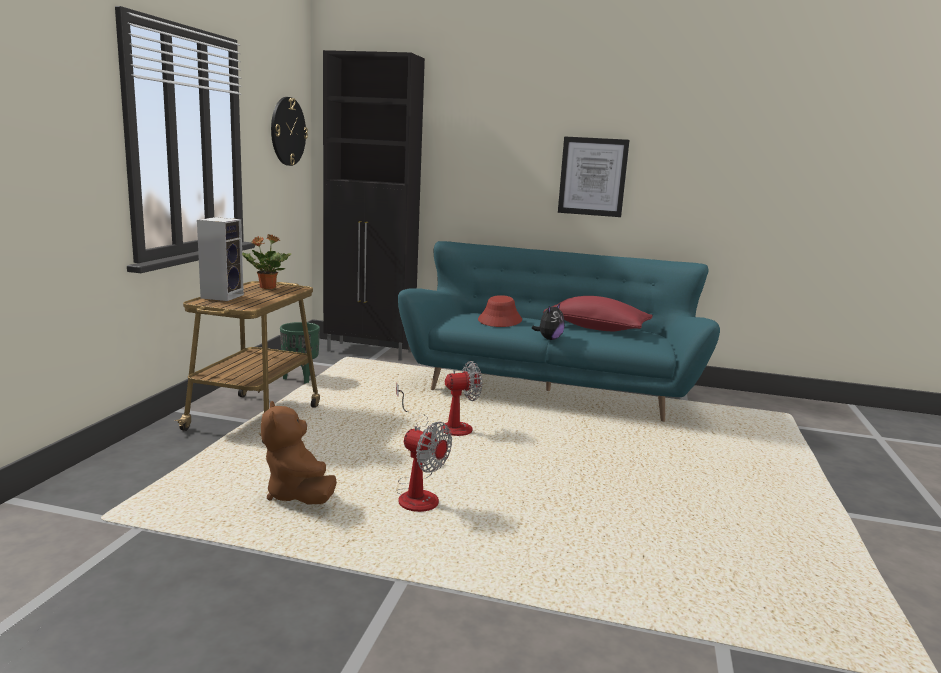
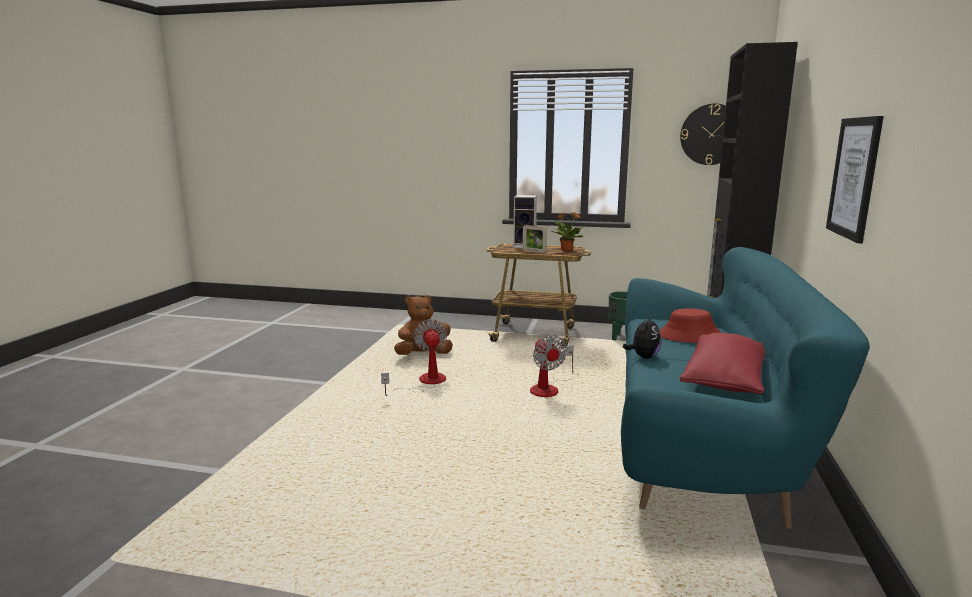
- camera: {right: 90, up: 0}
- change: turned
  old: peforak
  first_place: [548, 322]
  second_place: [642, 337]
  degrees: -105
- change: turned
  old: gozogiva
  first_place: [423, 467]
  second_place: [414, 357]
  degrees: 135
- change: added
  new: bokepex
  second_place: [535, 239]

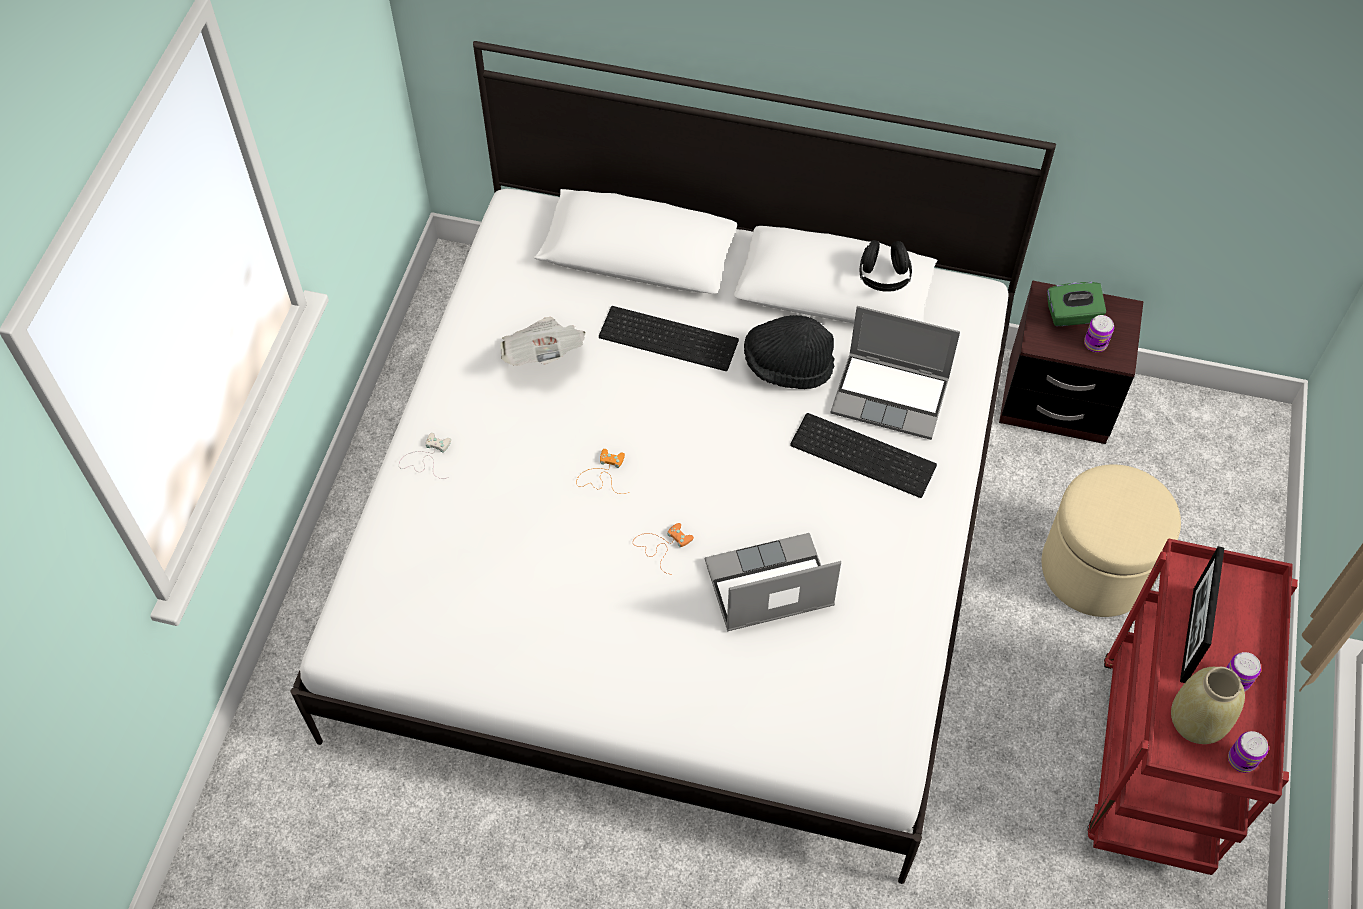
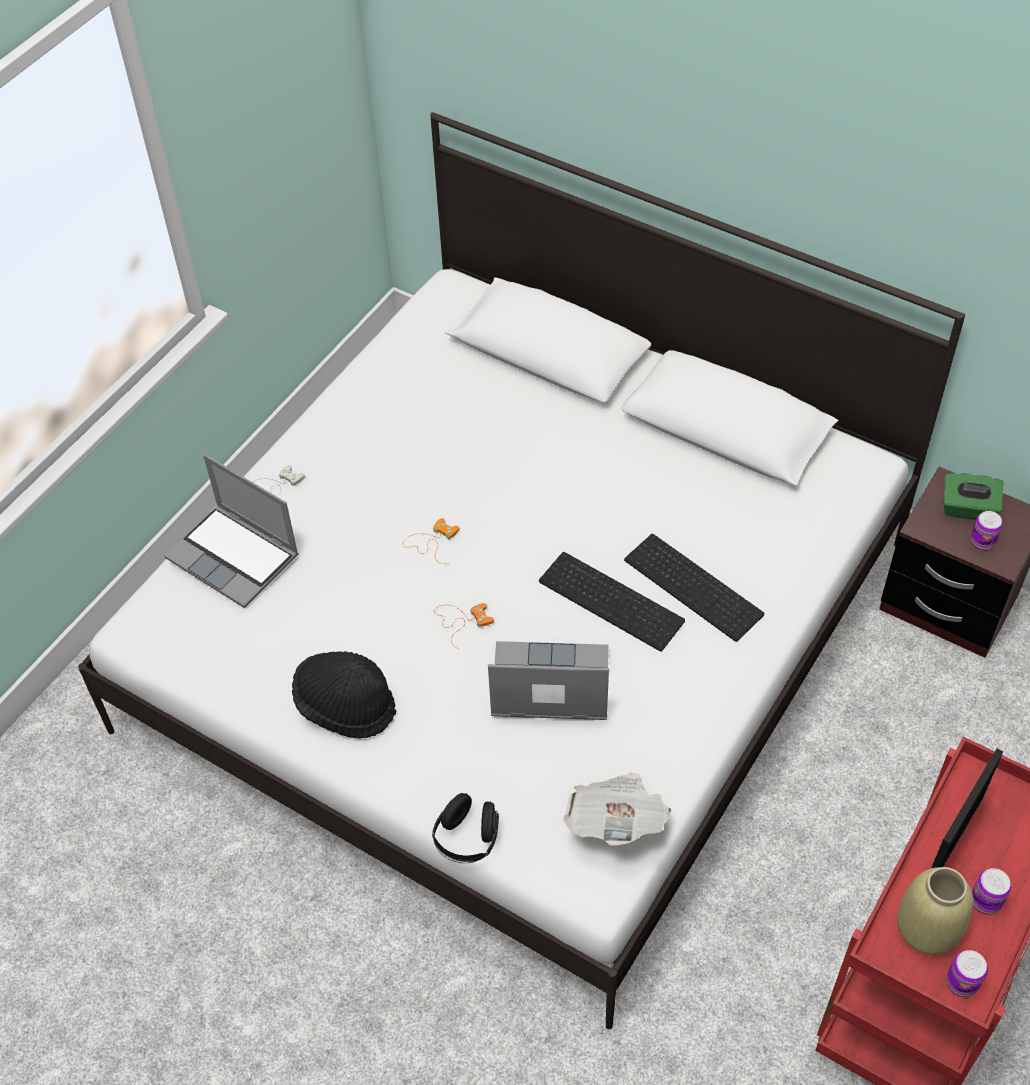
- camera: {right: 20, up: -5}
- change: moved
  old: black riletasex
  first_place: [886, 266]
  second_place: [465, 828]
- change: moved
  old: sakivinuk
  first_place: [669, 338]
  second_place: [612, 601]
- change: moved
  old: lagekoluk
  first_place: [895, 373]
  second_place: [231, 531]
- change: moved
  old: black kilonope
  first_place: [789, 352]
  second_place: [344, 694]
- change: moved
  old: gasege
  first_place: [543, 341]
  second_place: [617, 809]
- change: removed
  old: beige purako
  first_place: [1111, 540]

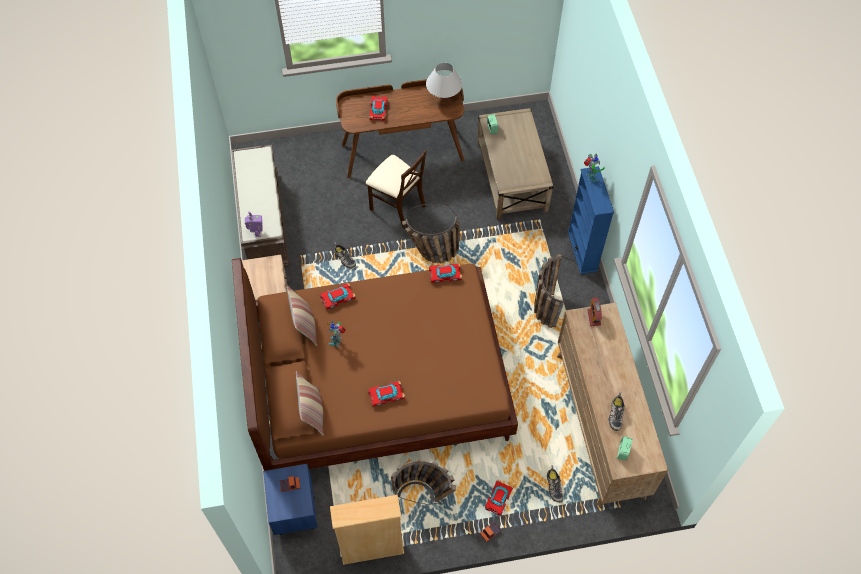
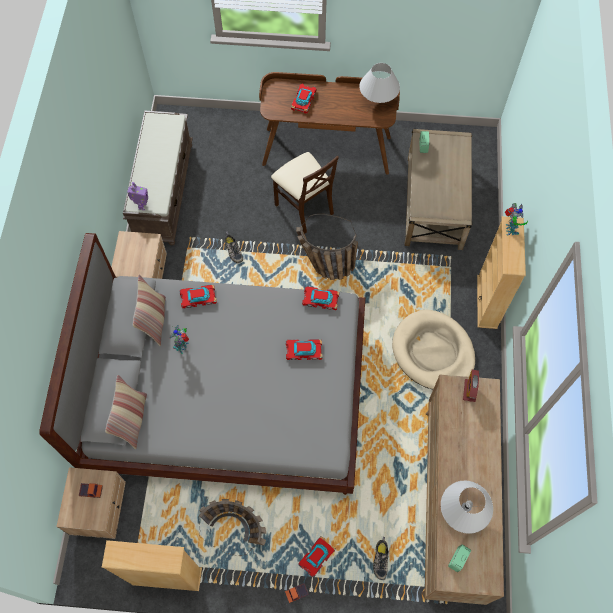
- camera: {right: 15, up: 5}
- change: recoloured
  old: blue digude
  new: beige digude
  first_place: [590, 220]
  second_place: [501, 272]
- change: replaced
  old: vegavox
  new: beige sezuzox
  first_place: [557, 291]
  second_place: [433, 349]
- change: recoloured
  old: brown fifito
  new: grey fifito
  first_place: [375, 364]
  second_place: [202, 364]
- change: moved
  old: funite
  first_place: [386, 394]
  second_place: [304, 349]
- change: replaced
  old: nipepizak
  new: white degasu
  first_place: [617, 411]
  second_place: [467, 507]
- change: recoloured
  old: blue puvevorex
  new: beige puvevorex
  first_place: [290, 499]
  second_place: [91, 503]

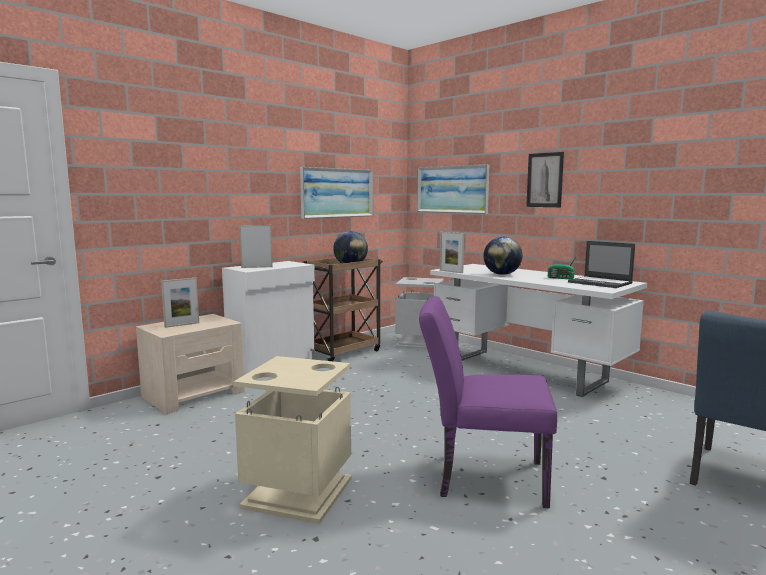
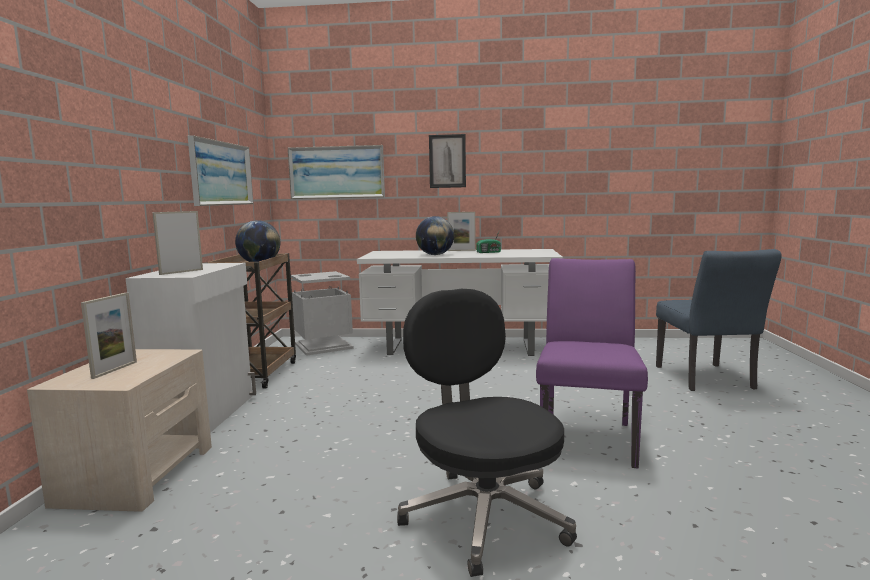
- camera: {right: -40, up: 0}
- change: moved
  old: bokepex
  first_place: [452, 252]
  second_place: [461, 231]
- change: removed
  old: lagekoluk
  first_place: [601, 264]
- change: turned
  old: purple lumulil
  first_place: [488, 402]
  second_place: [592, 363]
  degrees: 135
- change: replaced
  old: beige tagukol
  new: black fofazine
  first_place: [292, 440]
  second_place: [487, 433]

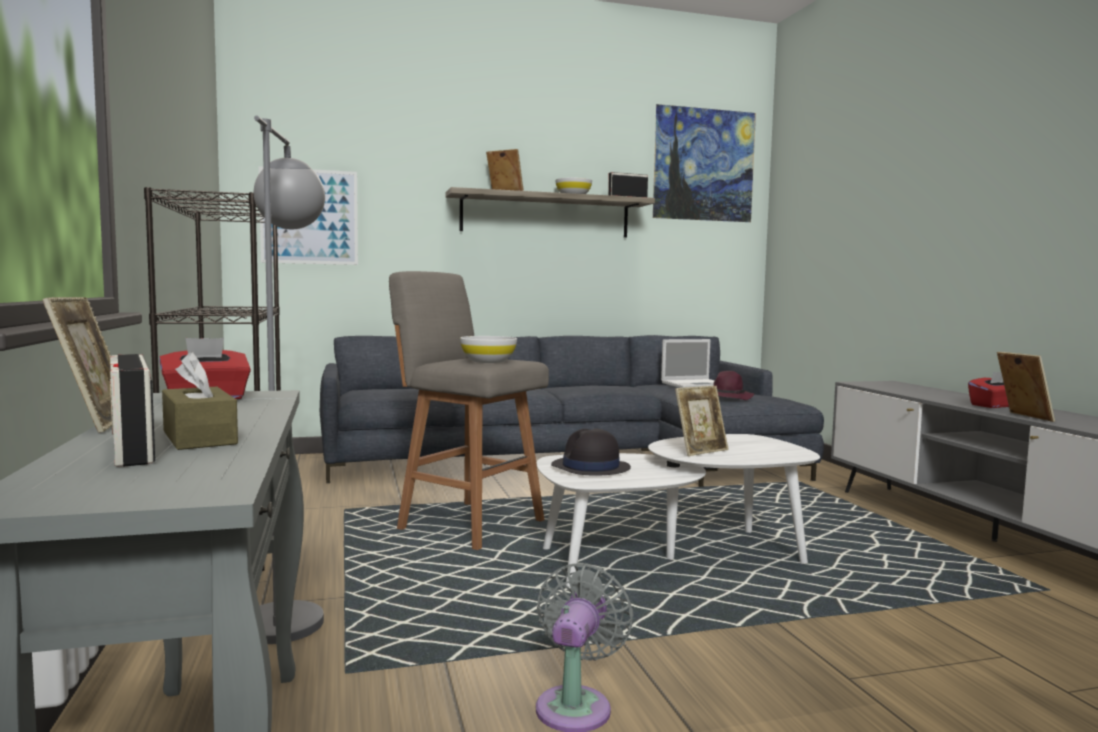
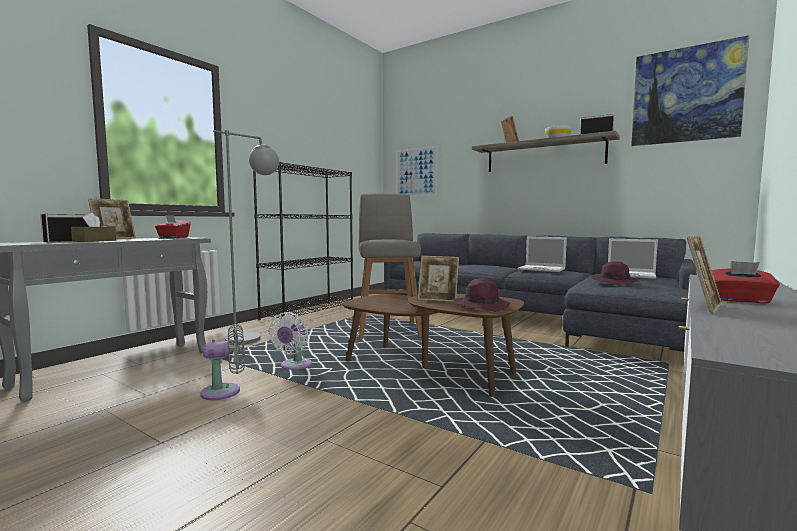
- camera: {right: 50, up: 0}
- change: removed
  old: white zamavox
  first_place: [488, 349]
- change: removed
  old: black kilonope
  first_place: [591, 451]
- change: recoloured
  old: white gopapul
  new: brown gopapul
  first_place: [678, 510]
  second_place: [433, 345]
- change: added
  new: lagekoluk
  second_place: [542, 254]
- change: added
  new: purple kilonope
  second_place: [482, 294]
- change: added
  new: white gozogiva
  second_place: [290, 341]

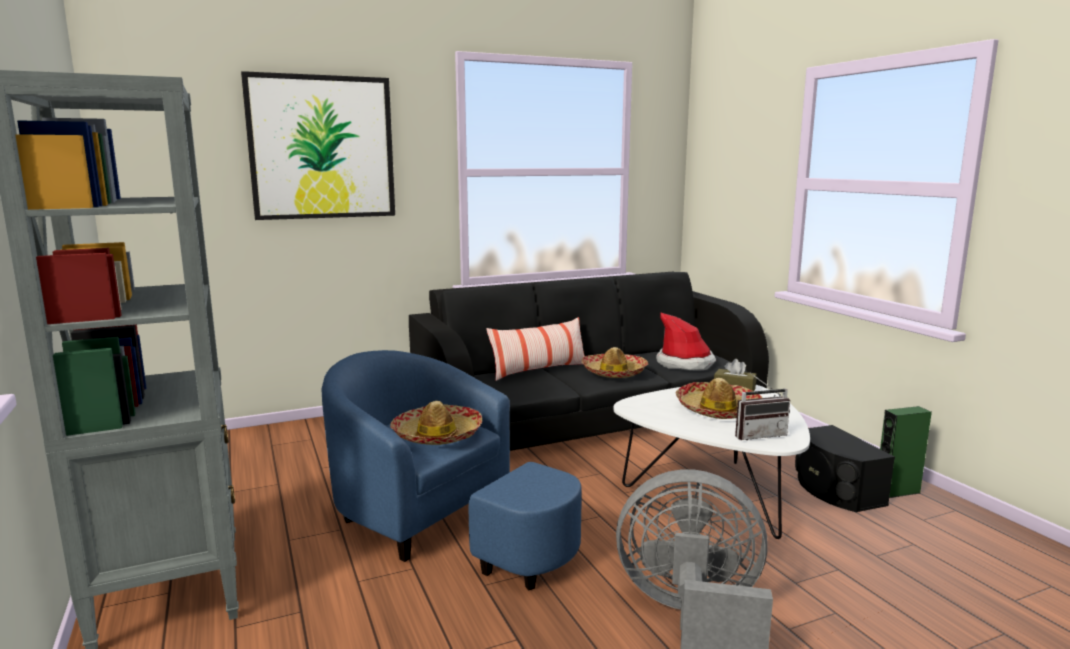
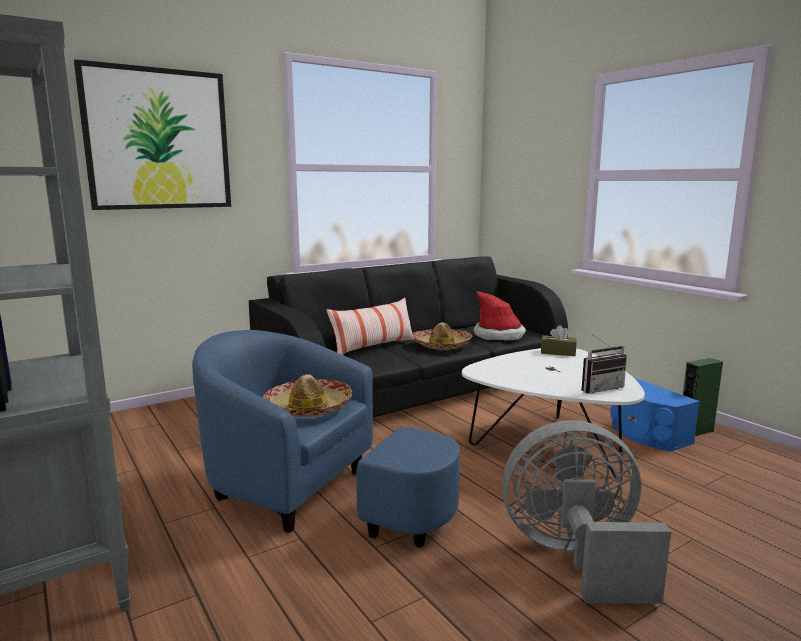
- camera: {right: -10, up: 0}
- change: removed
  old: kilonope
  first_place: [718, 398]
- change: recoloured
  old: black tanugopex
  new: blue tanugopex
  first_place: [845, 468]
  second_place: [655, 415]

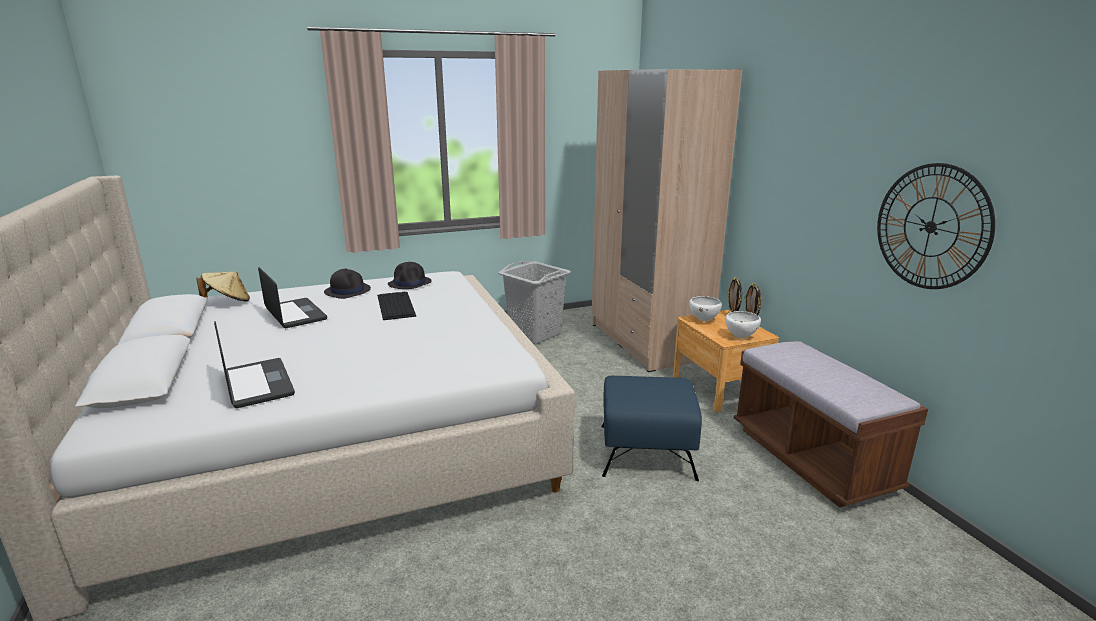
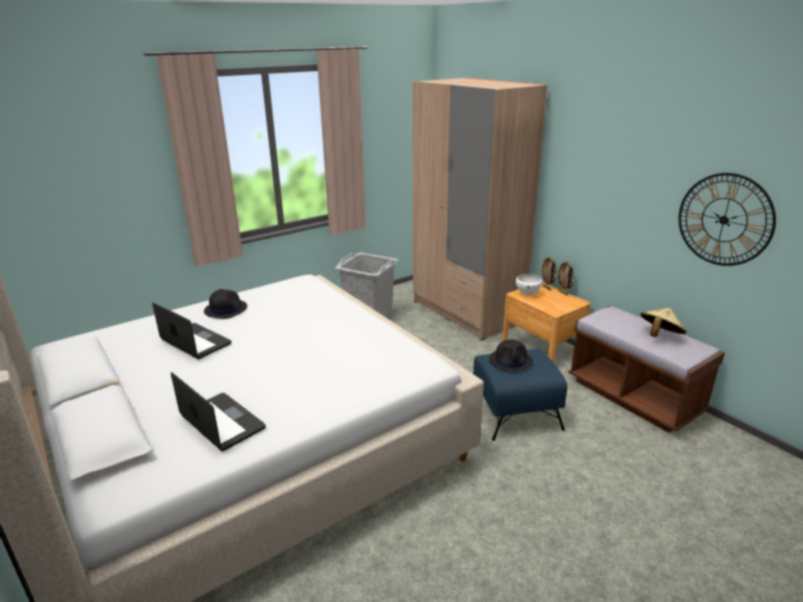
- camera: {right: -15, up: 5}
- change: moved
  old: black kilonope
  first_place: [410, 275]
  second_place: [511, 355]
- change: moved
  old: beige kilonope
  first_place: [223, 286]
  second_place: [663, 322]
- change: removed
  old: sakivinuk
  first_place: [396, 306]
- change: removed
  old: white zamavox
  first_place: [743, 324]

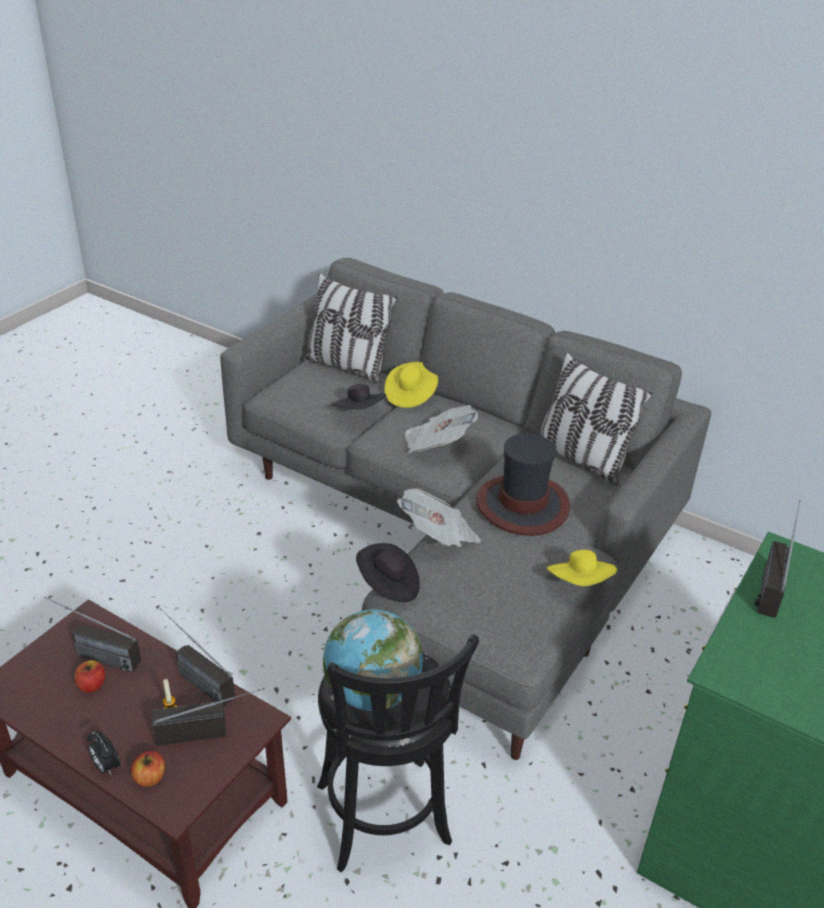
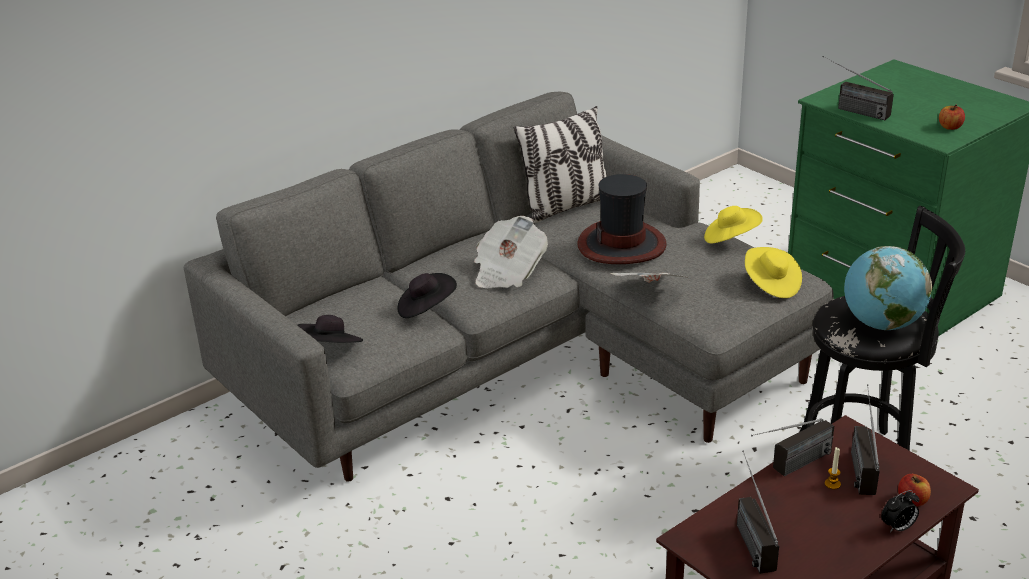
- camera: {right: -70, up: -5}
- change: removed
  old: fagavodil
  first_place: [350, 328]
- change: moved
  old: yellow kilonope
  first_place: [411, 385]
  second_place: [773, 272]
- change: moved
  old: black kilonope
  first_place: [388, 572]
  second_place: [330, 329]
- change: turned
  old: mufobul
  first_place: [92, 634]
  second_place: [758, 512]
  degrees: 135
- change: moved
  old: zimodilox
  first_place: [89, 676]
  second_place: [952, 117]

